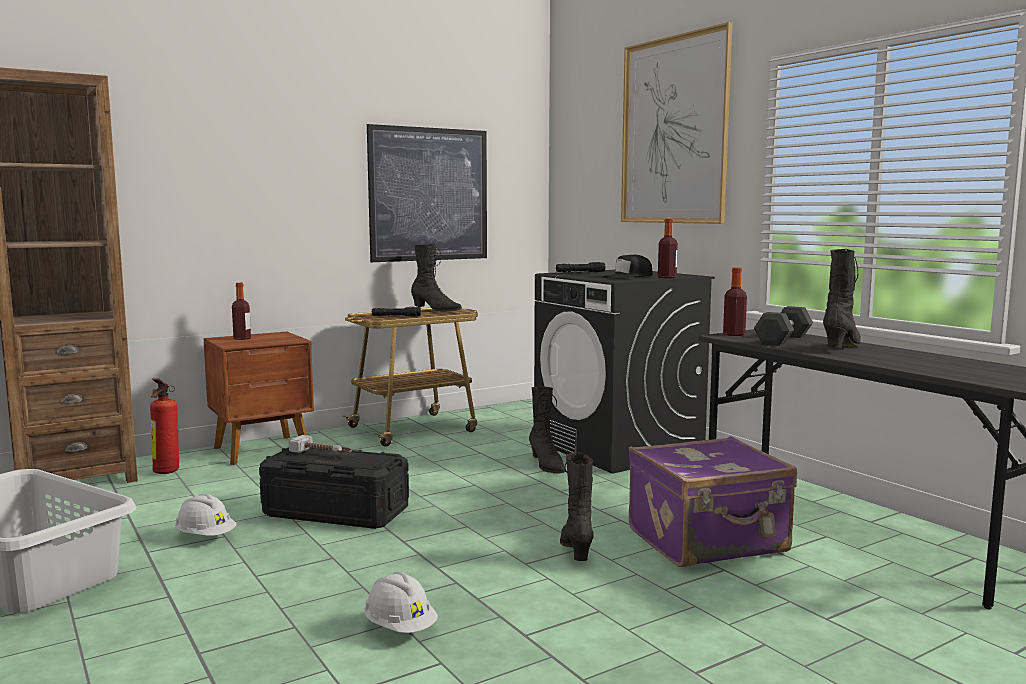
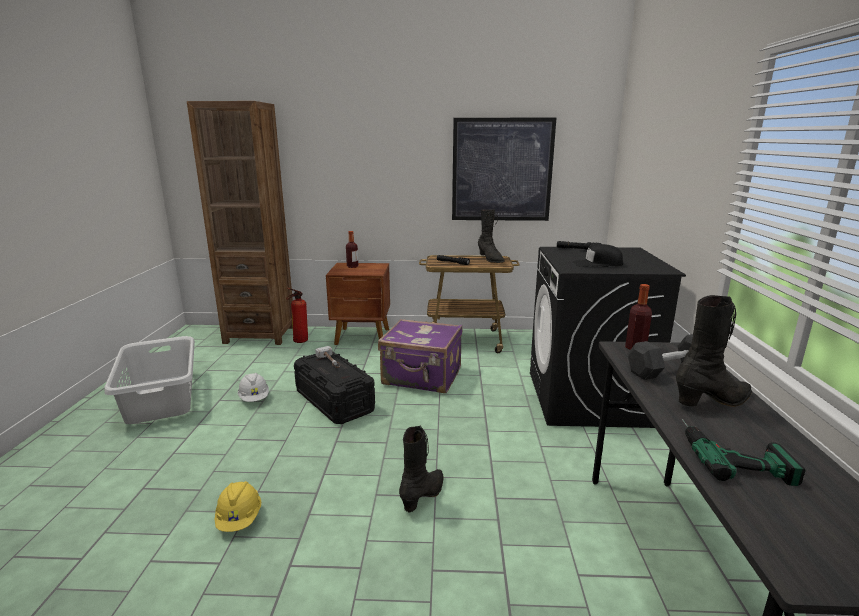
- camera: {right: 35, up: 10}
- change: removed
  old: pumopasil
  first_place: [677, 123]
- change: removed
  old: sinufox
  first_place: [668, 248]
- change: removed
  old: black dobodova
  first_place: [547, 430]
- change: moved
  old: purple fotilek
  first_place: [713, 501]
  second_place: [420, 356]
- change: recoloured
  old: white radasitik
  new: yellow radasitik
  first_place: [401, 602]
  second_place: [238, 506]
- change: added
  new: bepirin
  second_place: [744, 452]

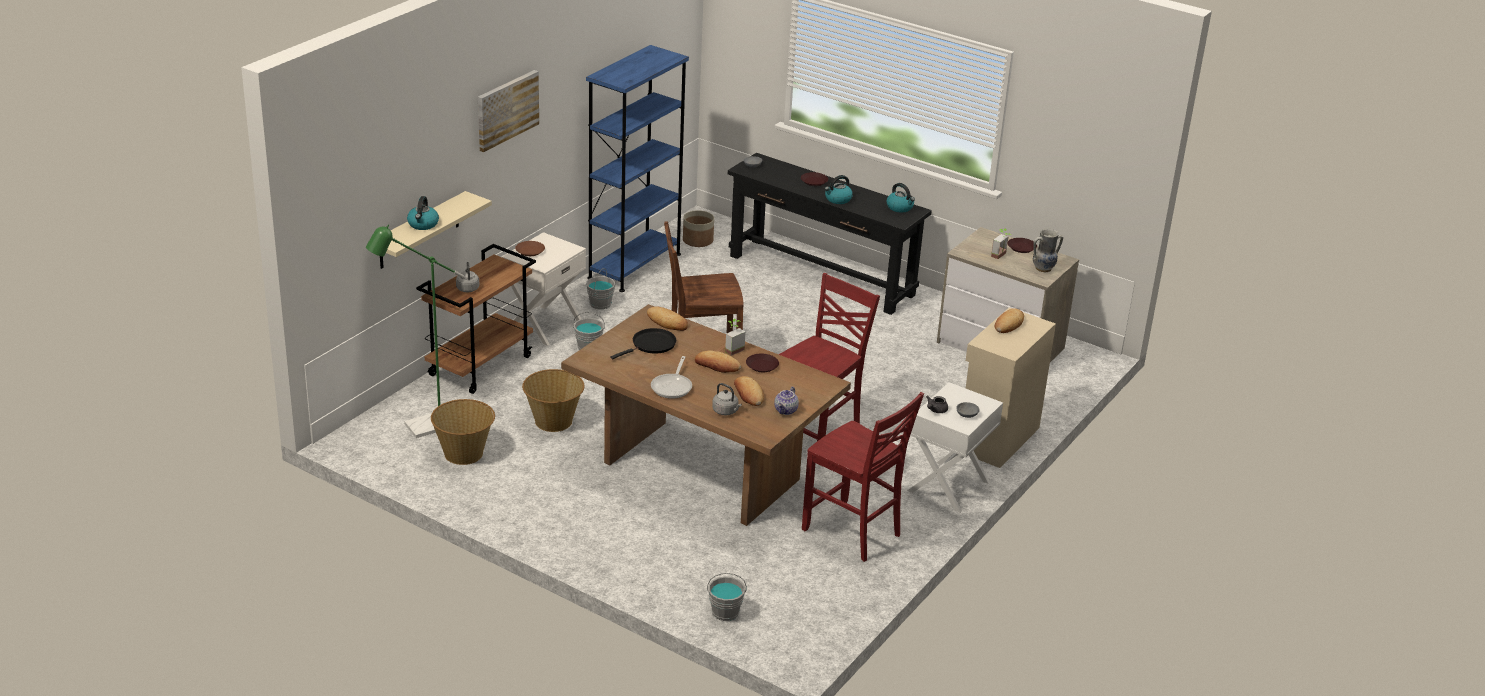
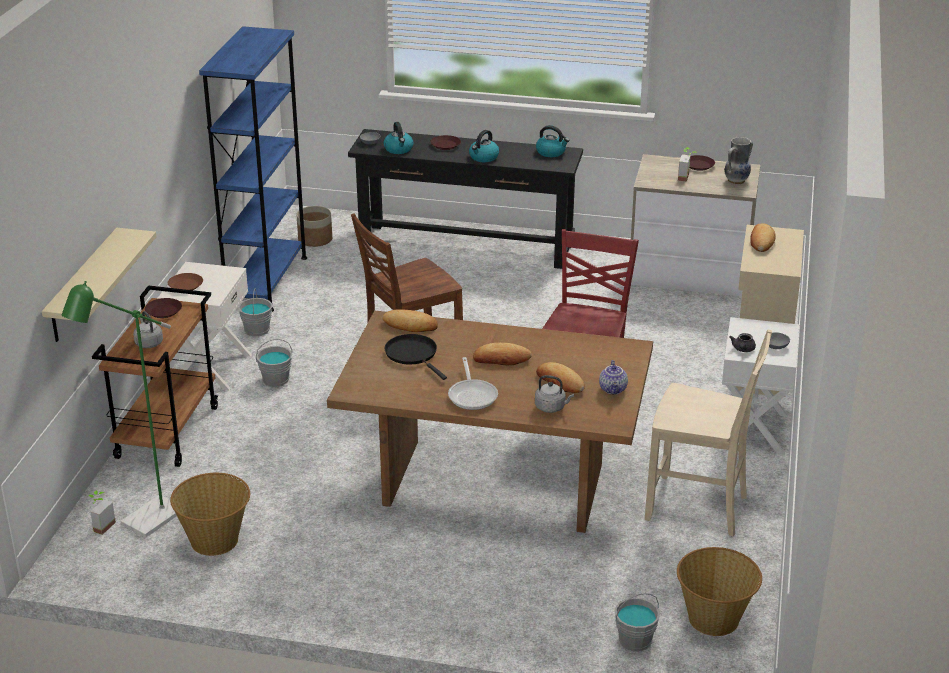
- camera: {right: -20, up: 0}
- change: removed
  old: pumopasil
  first_place: [508, 111]
- change: moved
  old: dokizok
  first_place: [423, 213]
  second_place: [398, 138]
- change: moved
  old: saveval
  first_place: [735, 337]
  second_place: [102, 513]
- change: turned
  old: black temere
  first_place: [643, 343]
  second_place: [415, 357]
  degrees: -60
- change: moved
  old: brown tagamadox
  first_place: [762, 363]
  second_place: [163, 308]
- change: moved
  old: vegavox
  first_place: [553, 400]
  second_place: [719, 591]
- change: recoloured
  old: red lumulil
  new: beige lumulil
  first_place: [863, 477]
  second_place: [708, 433]

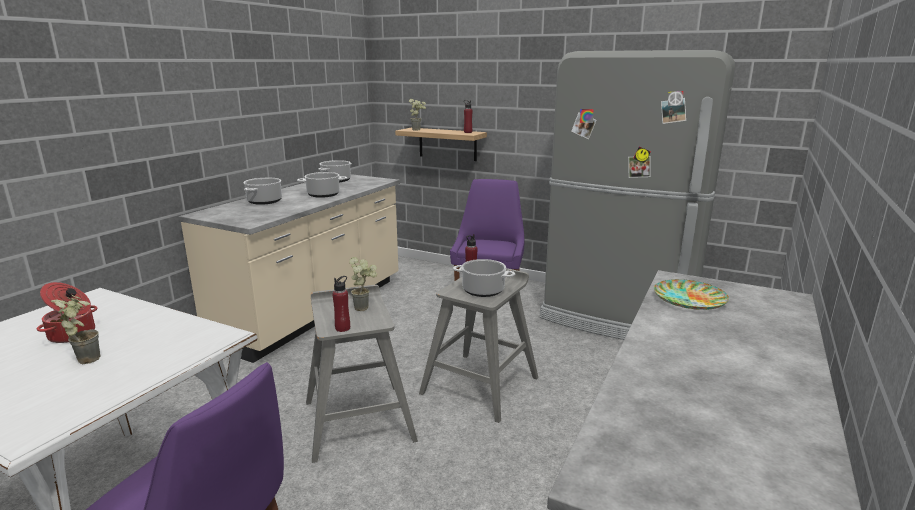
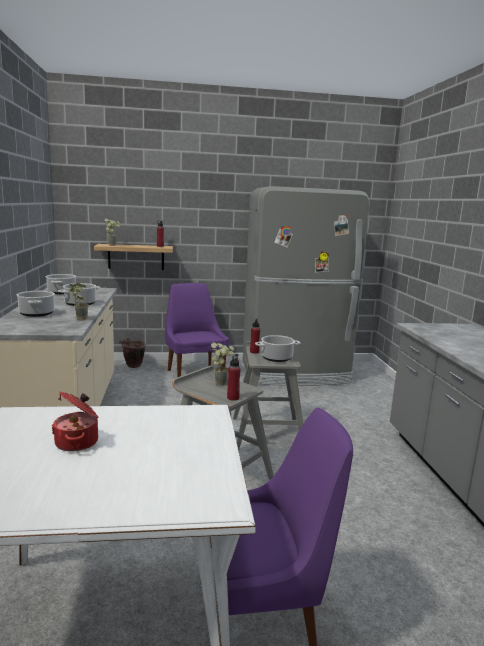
- camera: {right: -35, up: -5}
- change: removed
  old: tagamadox
  first_place: [691, 294]
- change: moved
  old: saveval
  first_place: [75, 329]
  second_place: [78, 301]
- change: added
  new: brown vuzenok
  second_place: [132, 353]

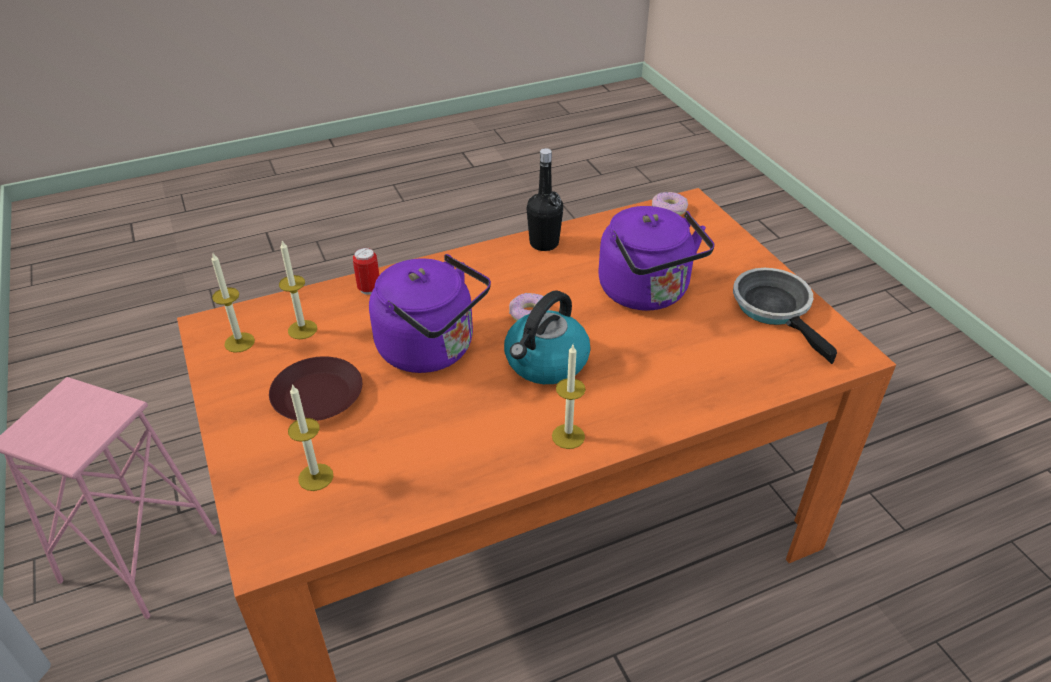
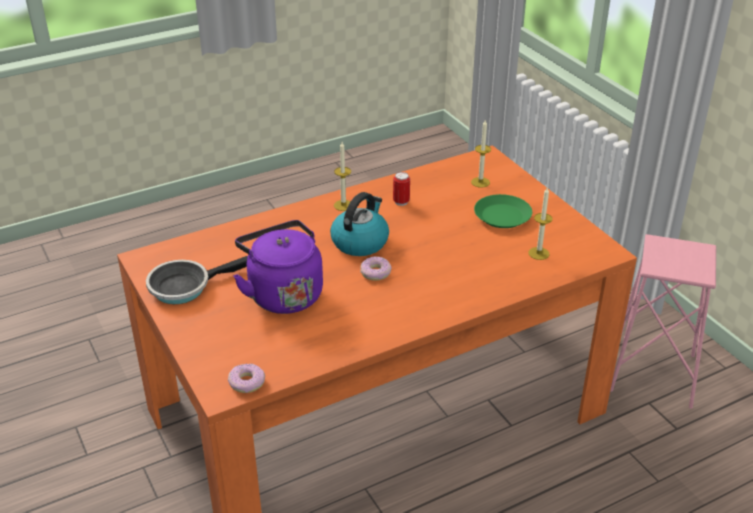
- camera: {right: 175, up: -5}
- change: removed
  old: black sinufox
  first_place: [544, 199]
- change: moved
  old: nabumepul
  first_place: [366, 271]
  second_place: [401, 189]
- change: removed
  old: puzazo
  first_place: [233, 303]
- change: removed
  old: purple dokizok
  first_place: [430, 313]
- change: turned
  old: temere
  first_place: [785, 316]
  second_place: [197, 280]
  degrees: 90
- change: recoloured
  old: brown tagamadox
  new: green tagamadox
  first_place: [315, 388]
  second_place: [503, 211]

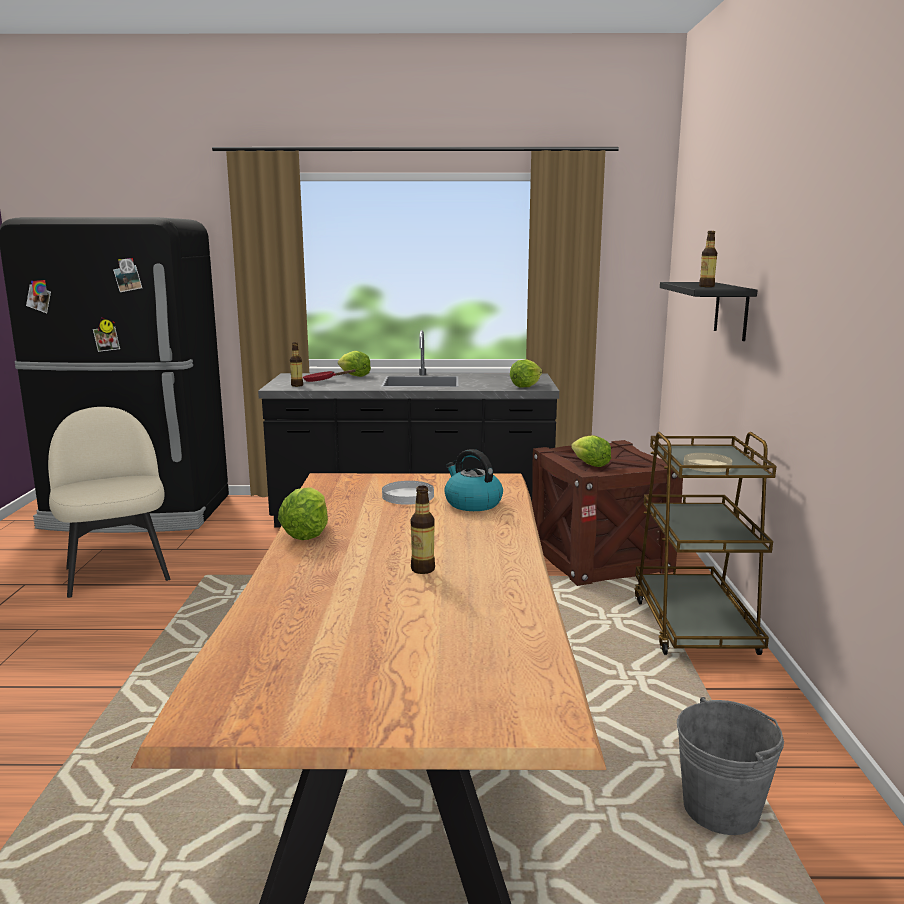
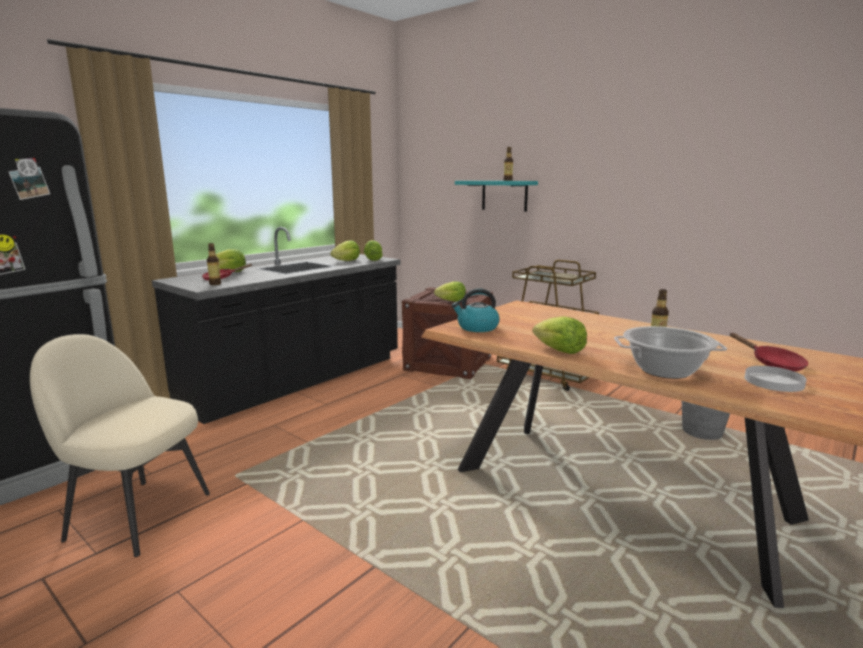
- camera: {right: -50, up: 0}
- change: recoloured
  old: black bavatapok
  new: turquoise bavatapok
  first_place: [708, 311]
  second_place: [496, 196]
- change: moved
  old: dokizok
  first_place: [473, 480]
  second_place: [475, 310]
- change: moved
  old: white tagamadox
  first_place: [408, 493]
  second_place: [776, 379]
- change: added
  new: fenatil
  second_place: [345, 250]
- change: added
  new: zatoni
  second_place: [670, 352]
- change: added
  new: red temere
  second_place: [769, 352]

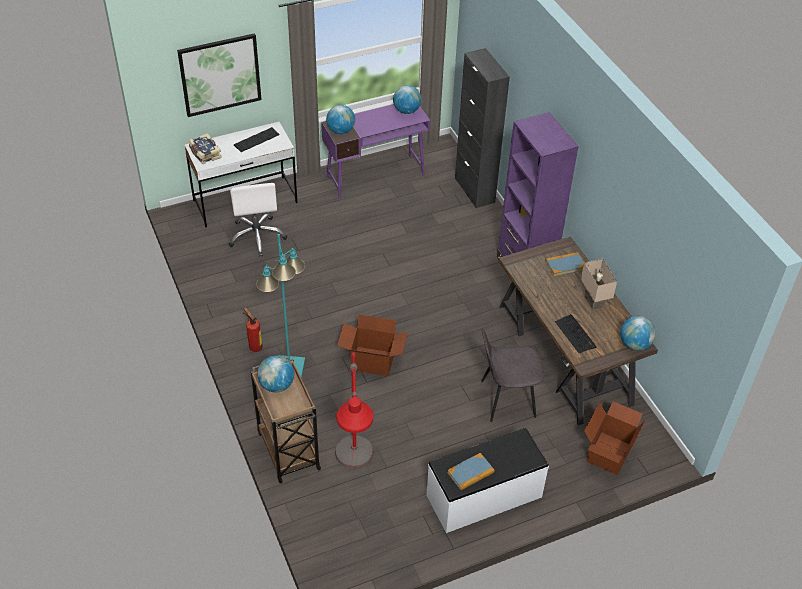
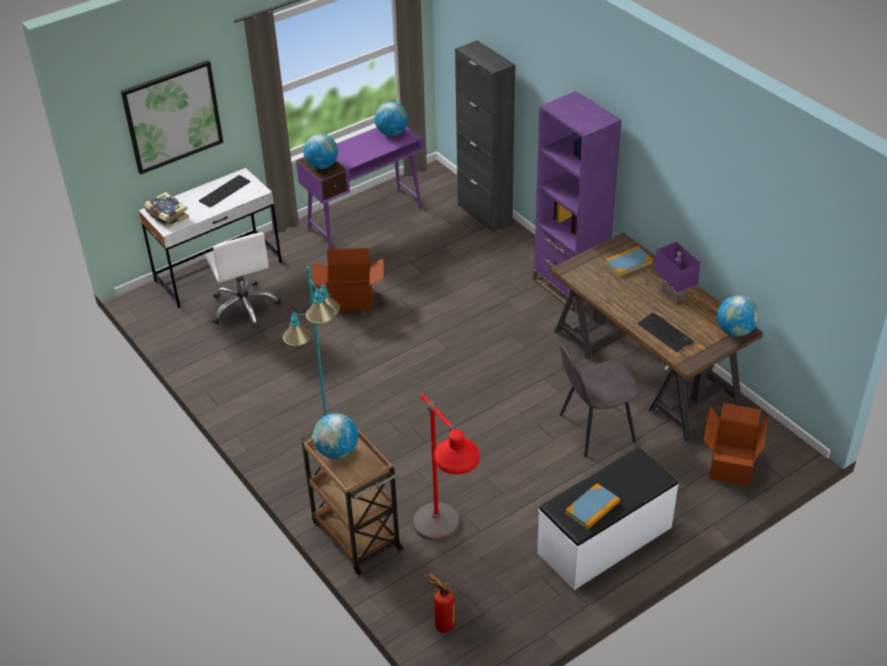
- camera: {right: -10, up: -5}
- change: recoloured
  old: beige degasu
  new: purple degasu
  first_place: [599, 284]
  second_place: [677, 273]
- change: moved
  old: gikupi
  first_place: [253, 329]
  second_place: [440, 603]
- change: moved
  old: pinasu
  first_place: [372, 345]
  second_place: [347, 280]

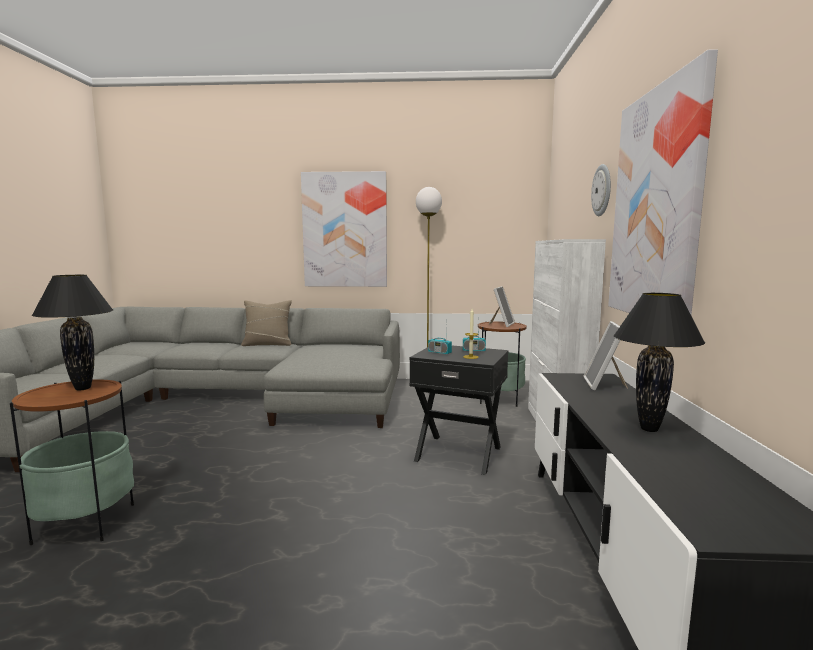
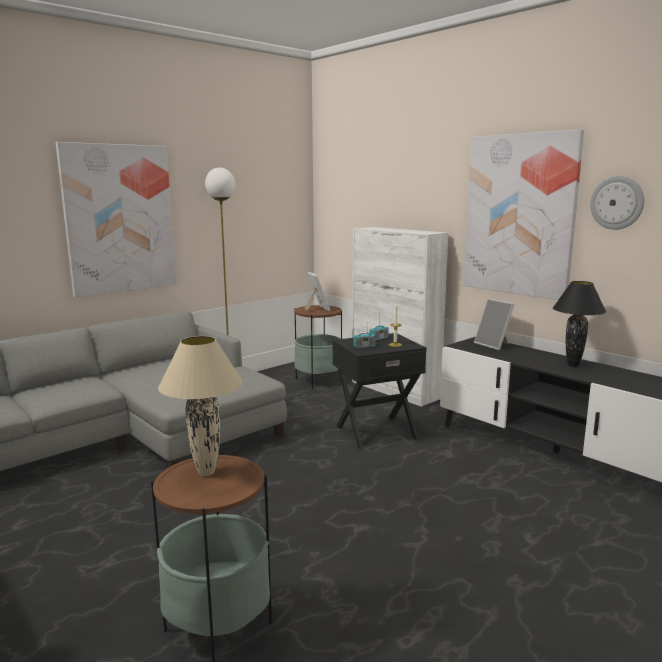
- camera: {right: -45, up: 5}
- change: moved
  old: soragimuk
  first_place: [601, 190]
  second_place: [617, 203]
- change: recoloured
  old: black degasu
  new: beige degasu
  first_place: [72, 332]
  second_place: [200, 406]
- change: removed
  old: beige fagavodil
  first_place: [266, 323]

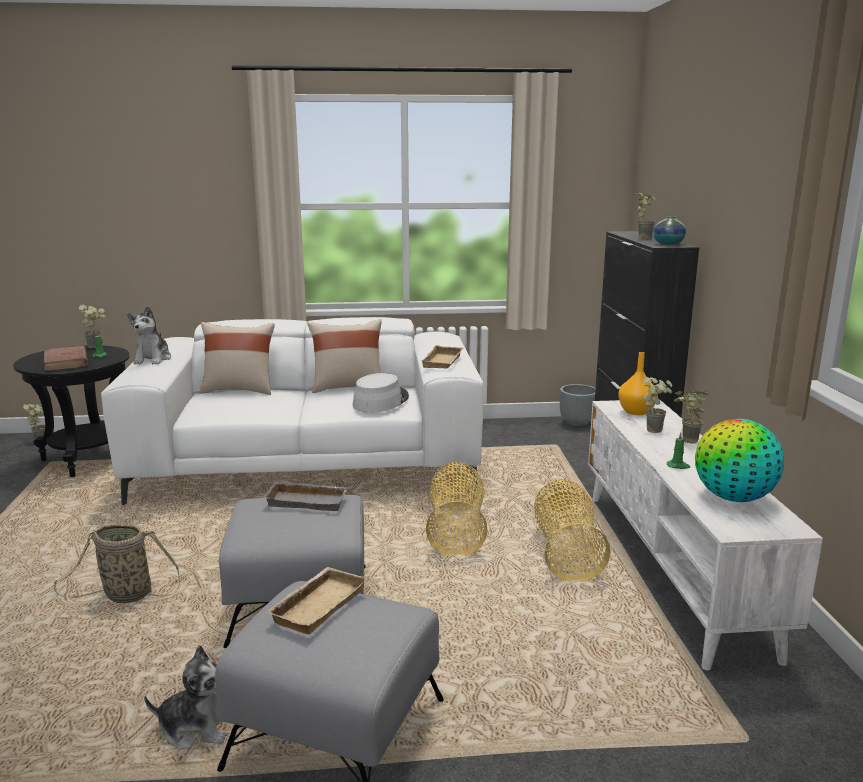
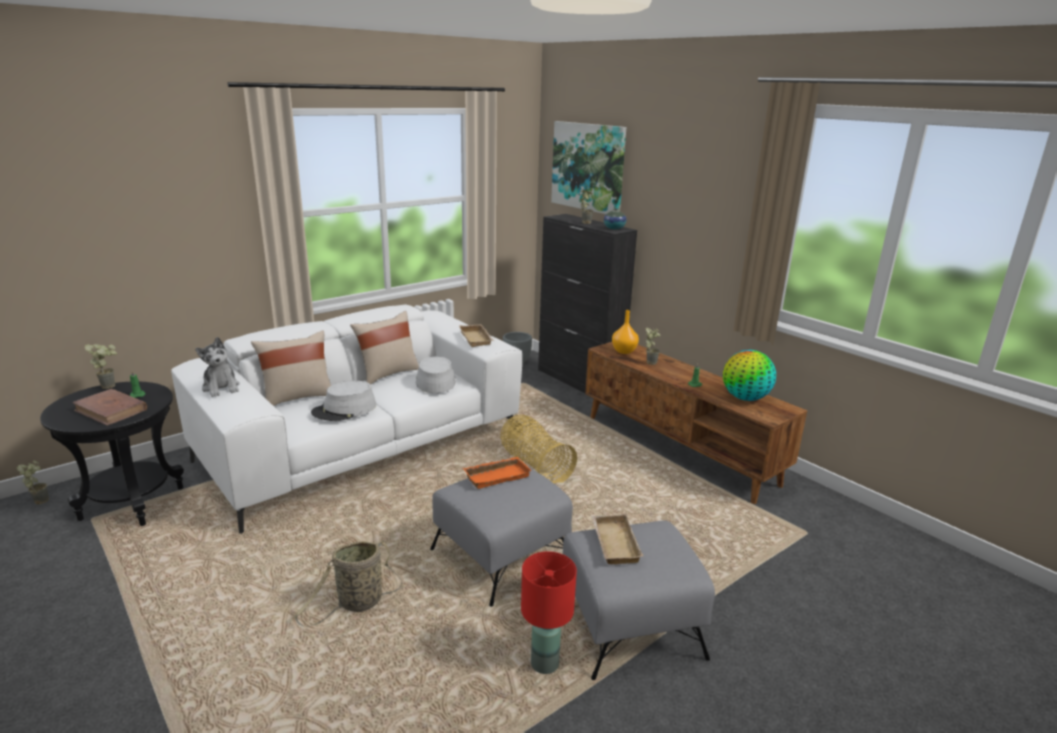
- camera: {right: -35, up: 5}
- change: removed
  old: saveval
  first_place: [691, 417]
- change: recoloured
  old: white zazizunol
  new: brown zazizunol
  first_place: [705, 534]
  second_place: [696, 423]
- change: removed
  old: vegavox
  first_place: [572, 530]
- change: recoloured
  old: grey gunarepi
  new: orange gunarepi
  first_place: [305, 496]
  second_place: [497, 473]
- change: replaced
  old: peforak
  new: red degasu
  first_place: [185, 697]
  second_place: [549, 612]
- change: added
  new: pumopasil
  second_place: [588, 167]
- change: added
  new: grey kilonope
  second_place: [343, 401]

